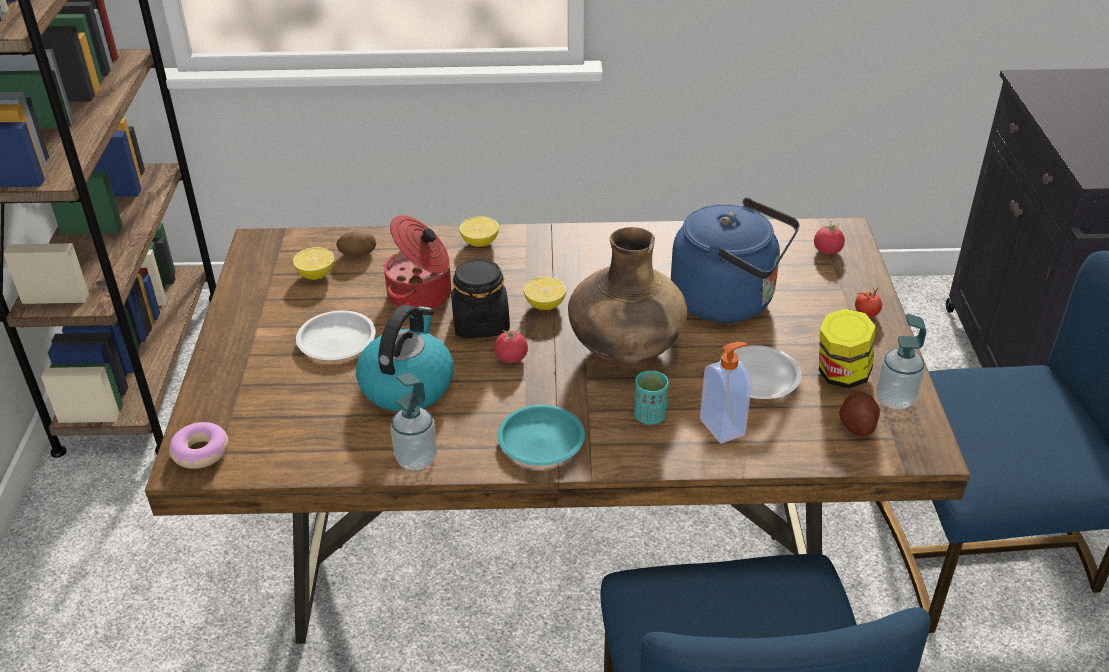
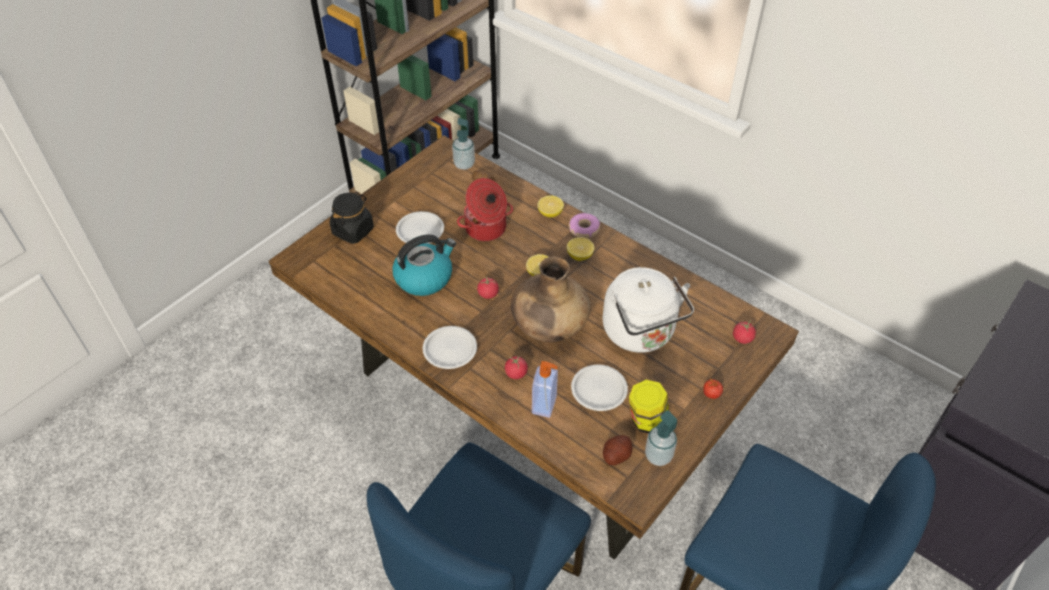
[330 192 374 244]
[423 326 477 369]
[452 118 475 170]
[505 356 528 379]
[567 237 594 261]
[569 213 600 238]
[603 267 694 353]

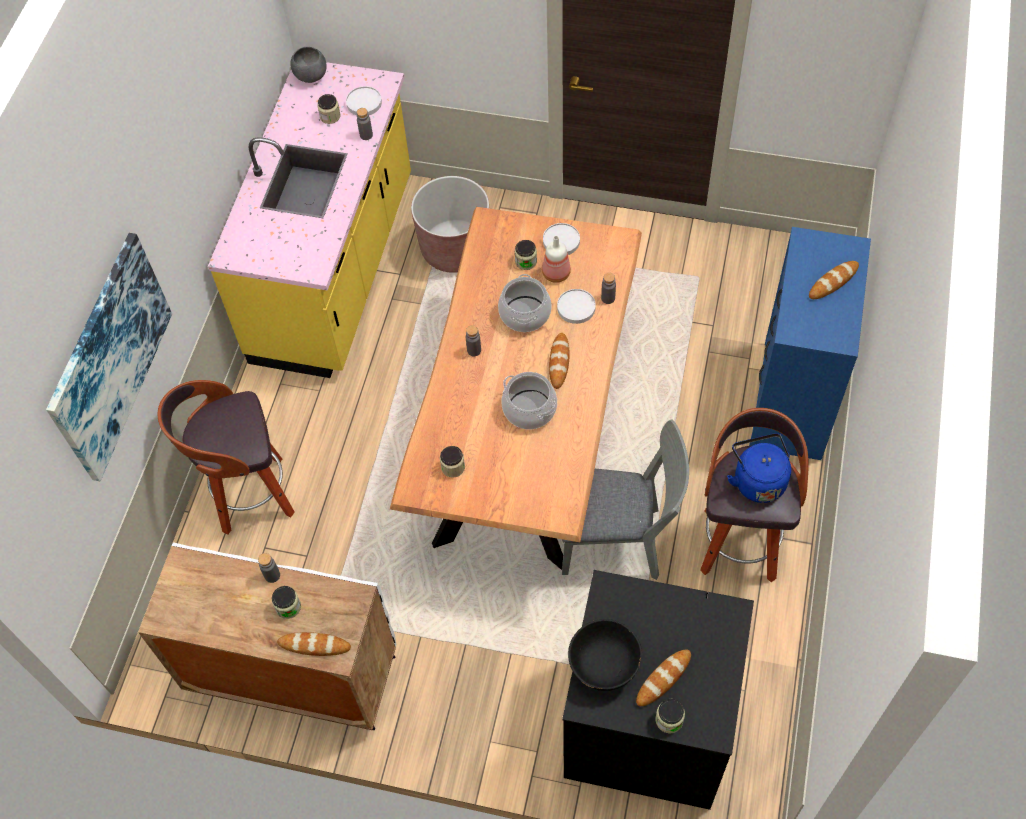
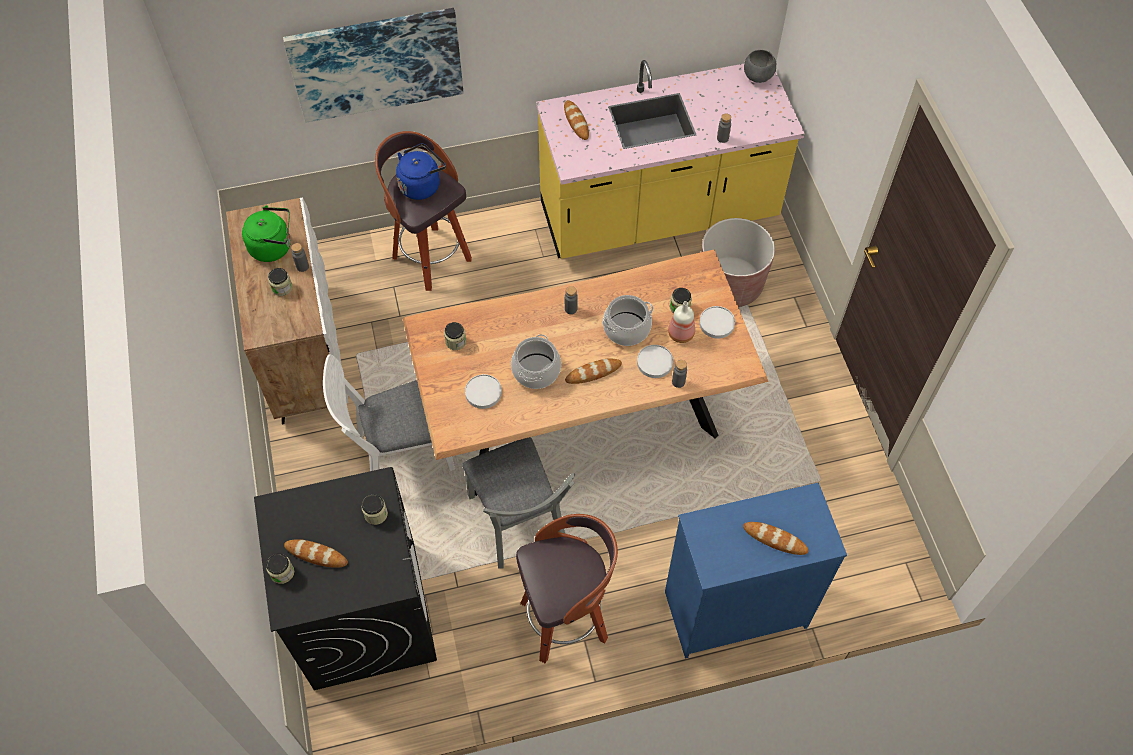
[242 205 291 262]
[323 354 455 471]
[362 494 388 525]
[396 143 446 200]
[465 374 502 409]
[564 100 589 140]
[568 619 642 691] (first image)

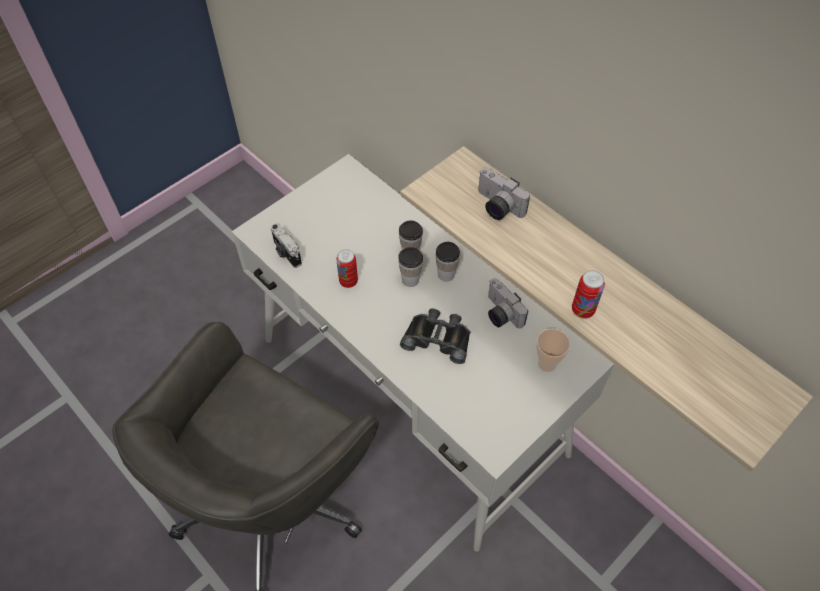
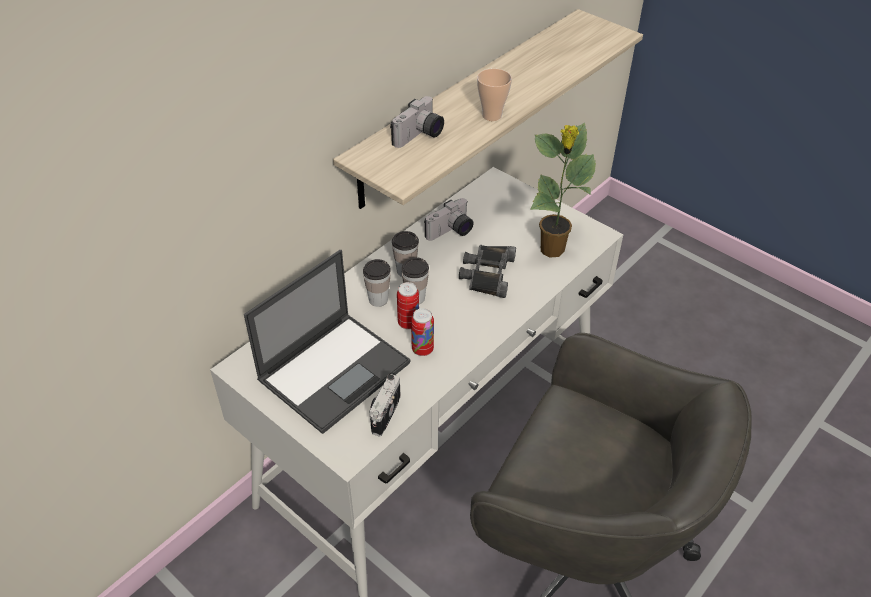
[244 250 410 434]
[369 374 401 436]
[397 282 419 329]
[477 68 512 121]
[530 123 596 258]

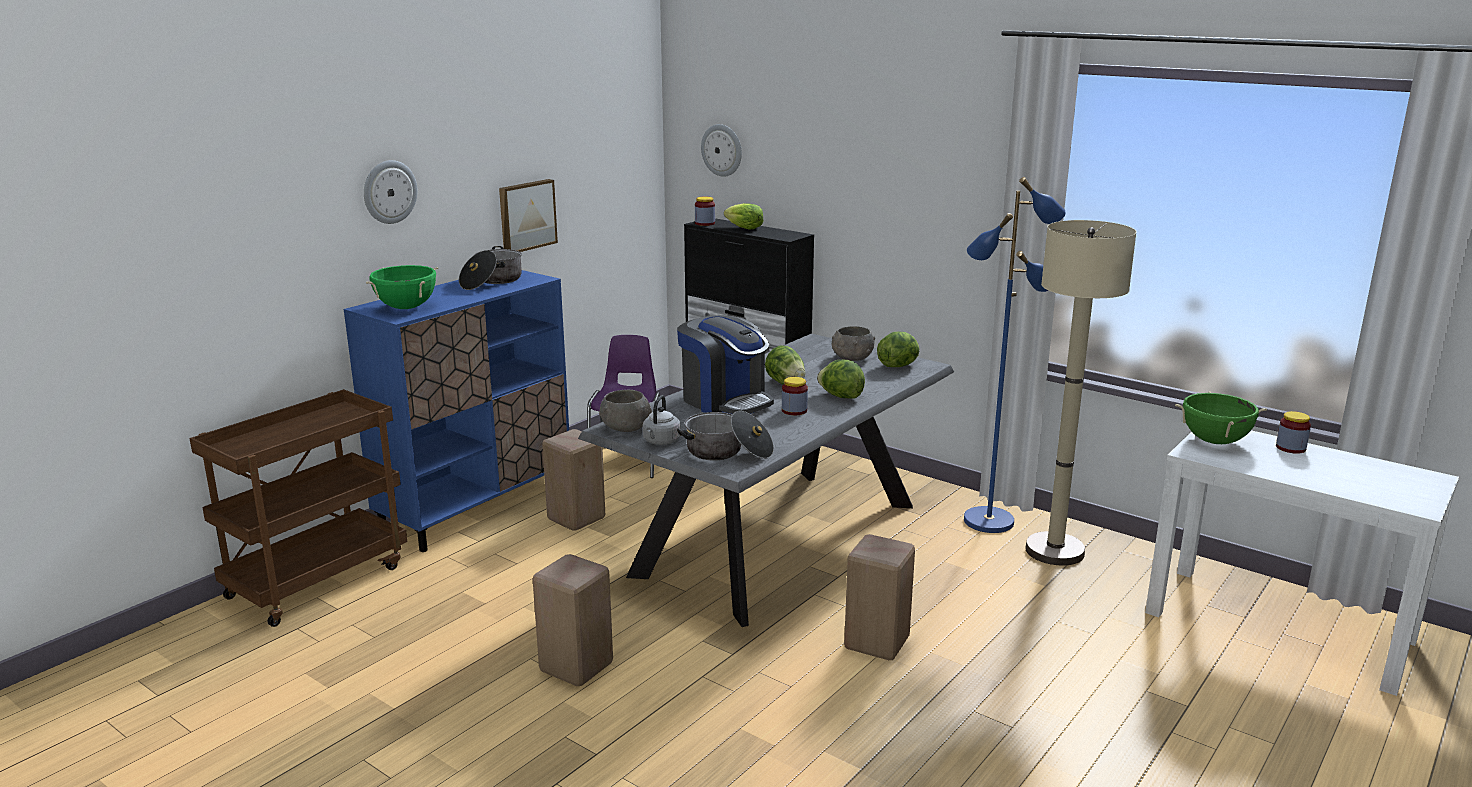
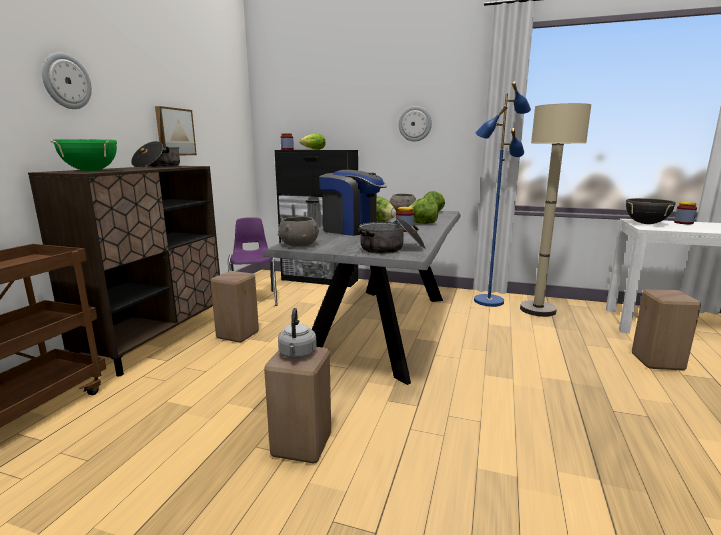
[28 166 220 377]
[278 308 317 359]
[399 106 432 142]
[626 198 676 224]
[632 289 701 371]

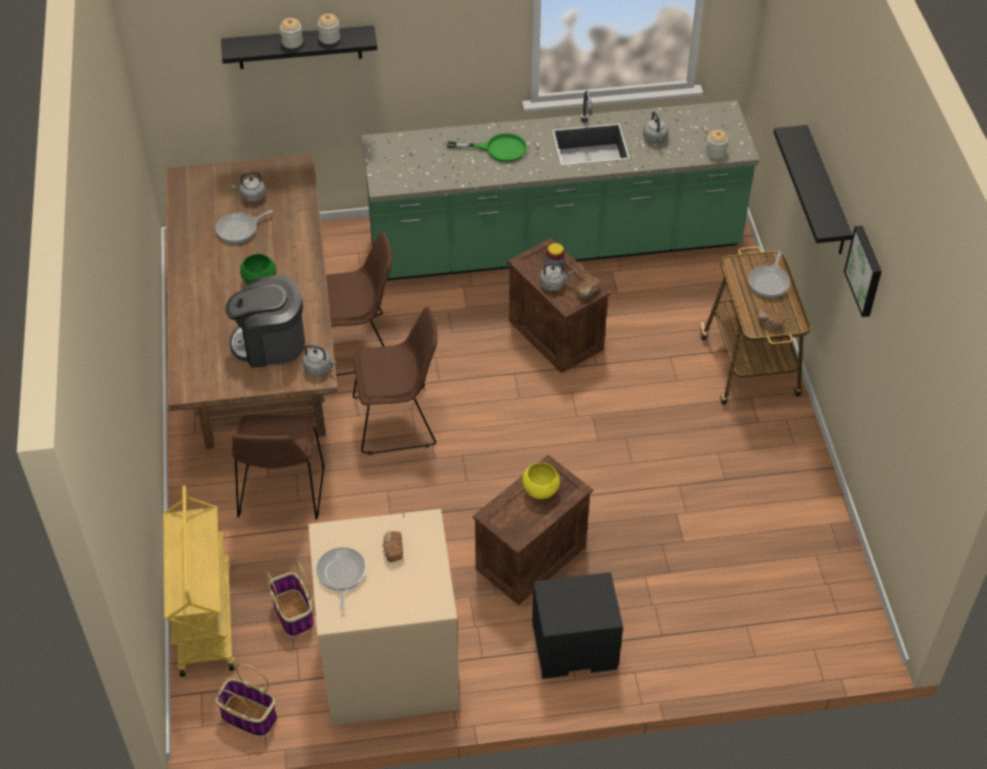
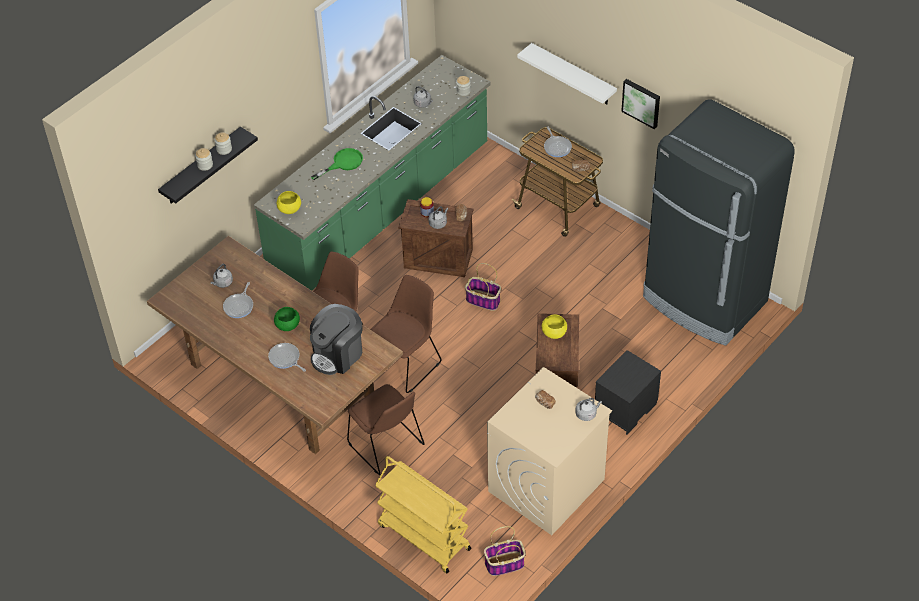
[268 343 306 372]
[277 191 301 214]
[465 263 501 311]
[517 43 617 104]
[576 398 602 421]
[643 99 795 346]

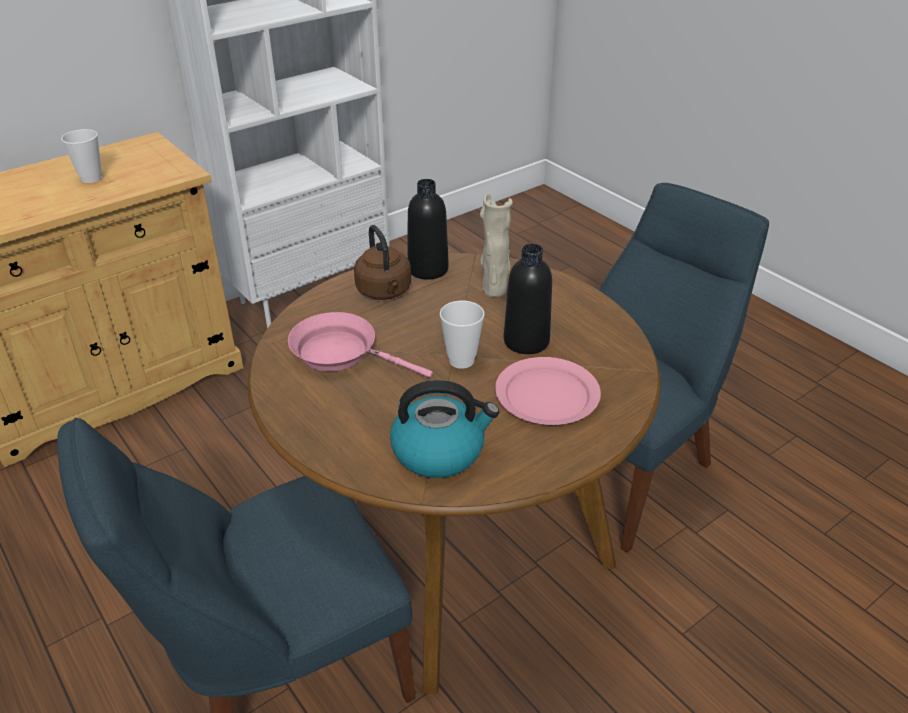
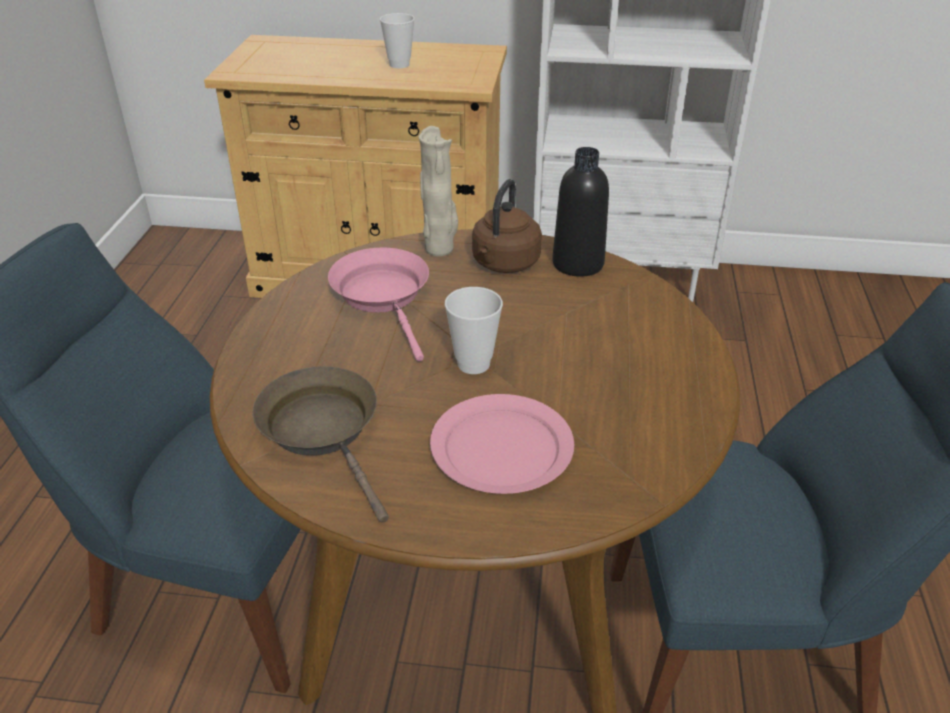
[252 366 389 523]
[419 126 458 256]
[504 244 552 354] (first image)

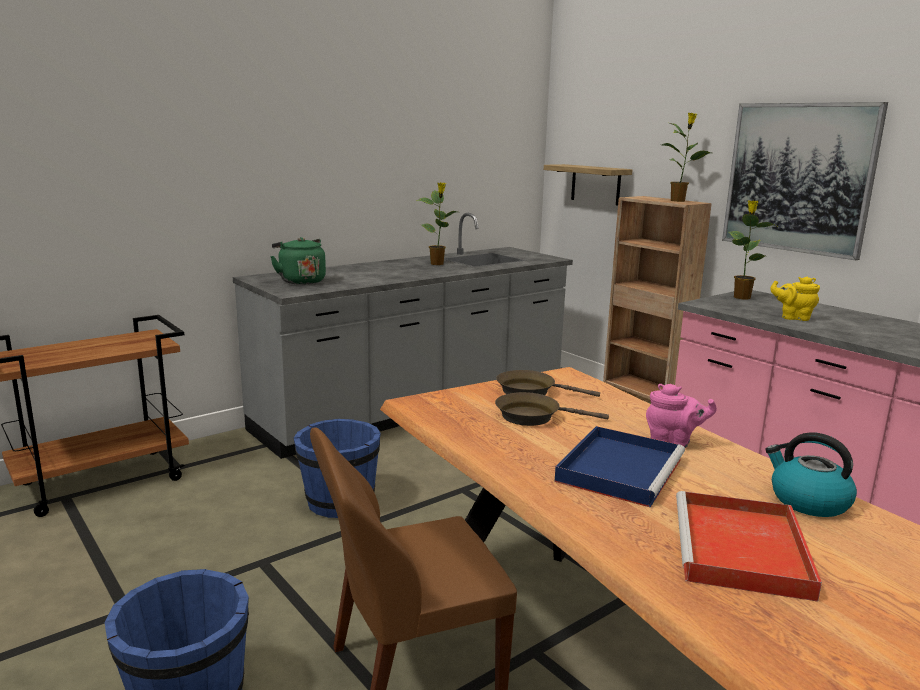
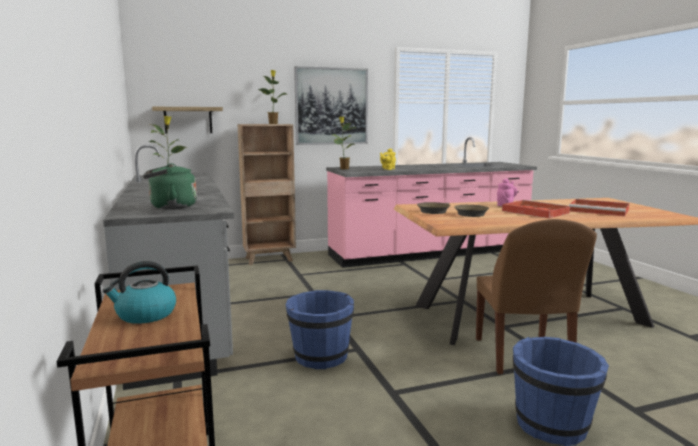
[102 261 176 324]
[502 200 571 218]

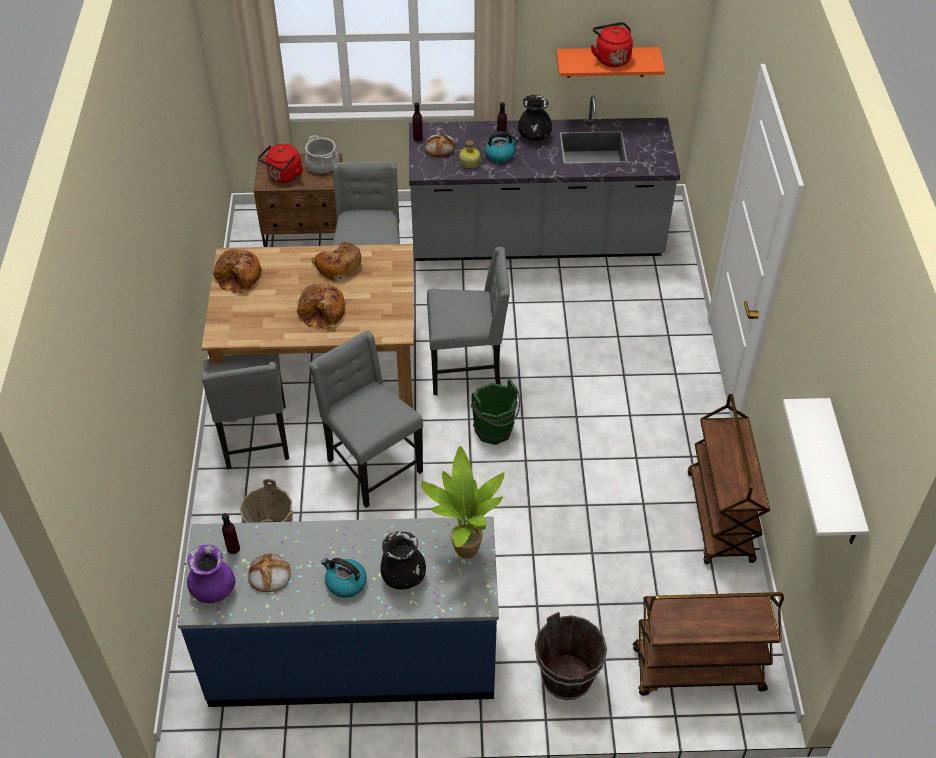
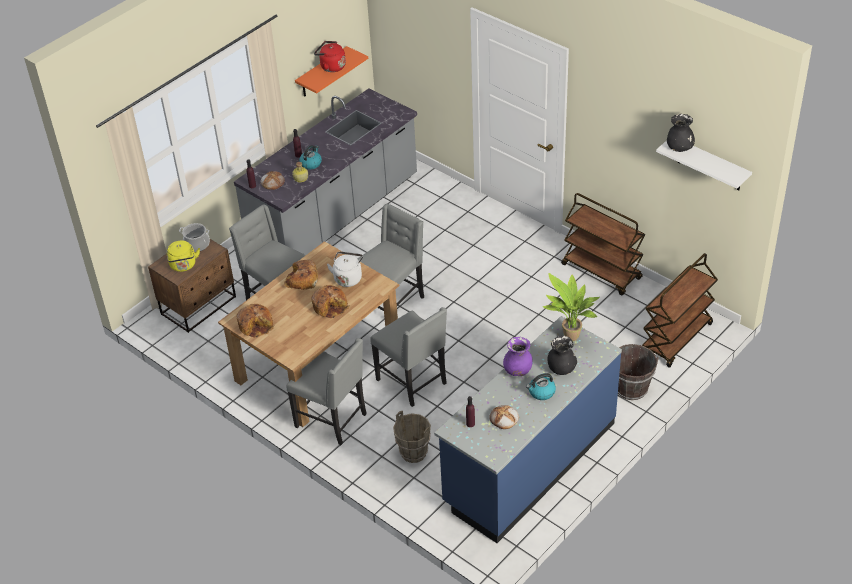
[167 240 200 272]
[327 251 363 287]
[370 307 447 407]
[503 337 533 376]
[667 114 695 152]
[471 378 520 445] (first image)

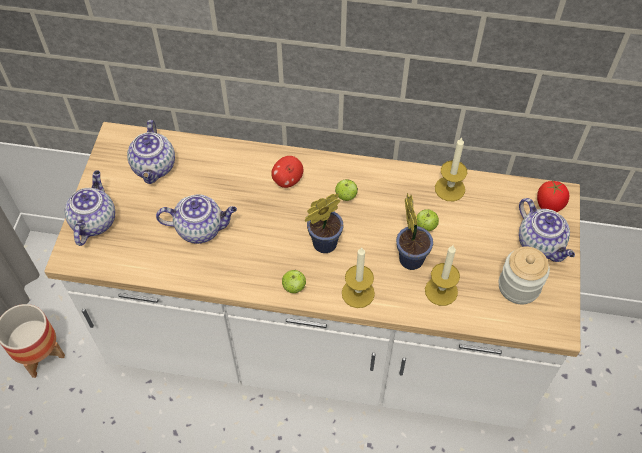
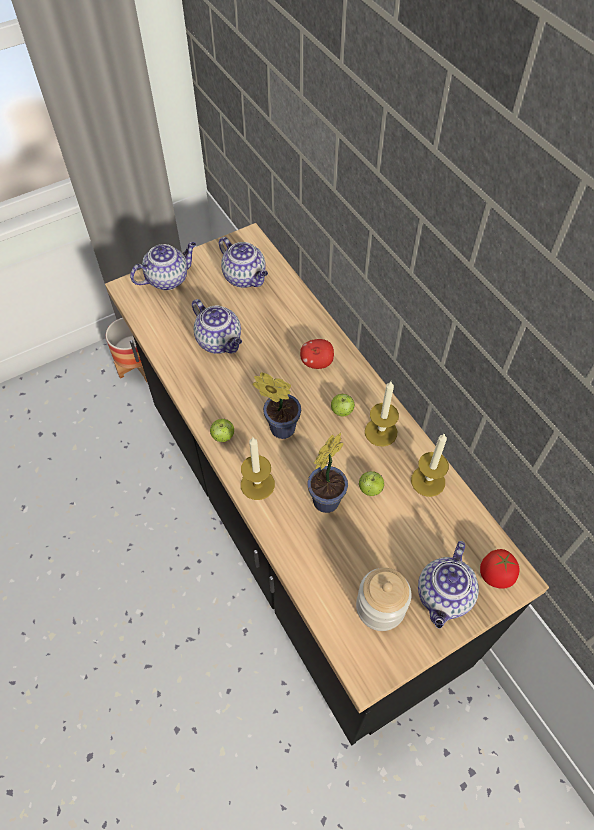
[105 223 549 745]
[219 237 268 288]
[365 381 399 447]

